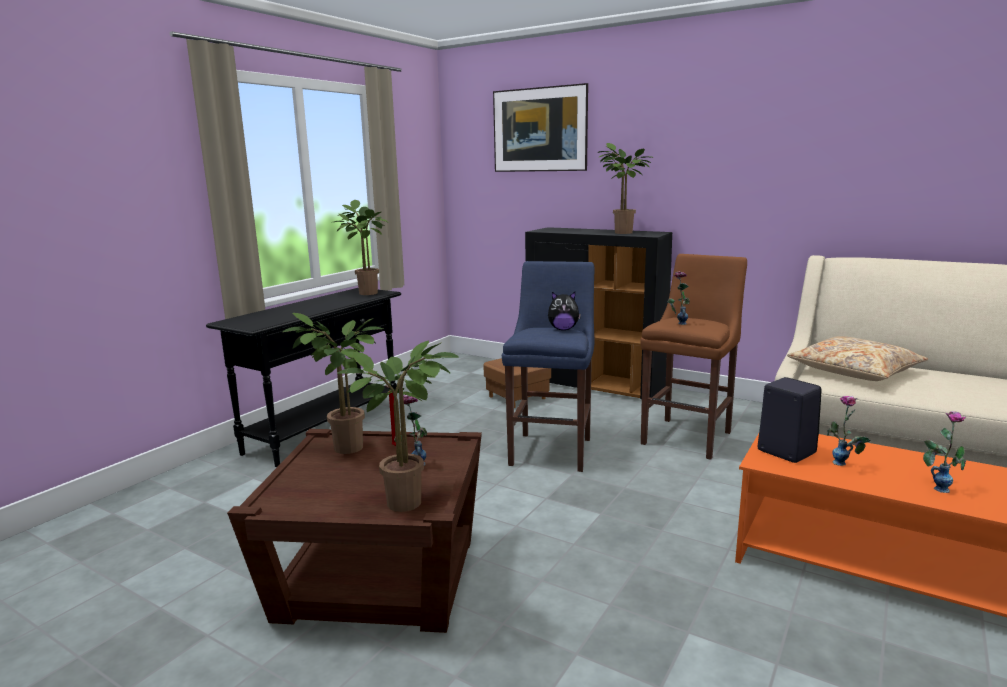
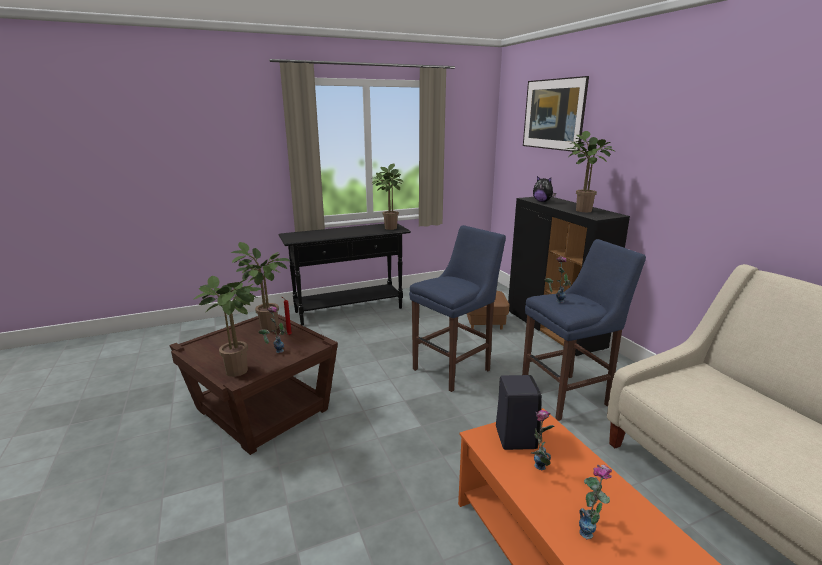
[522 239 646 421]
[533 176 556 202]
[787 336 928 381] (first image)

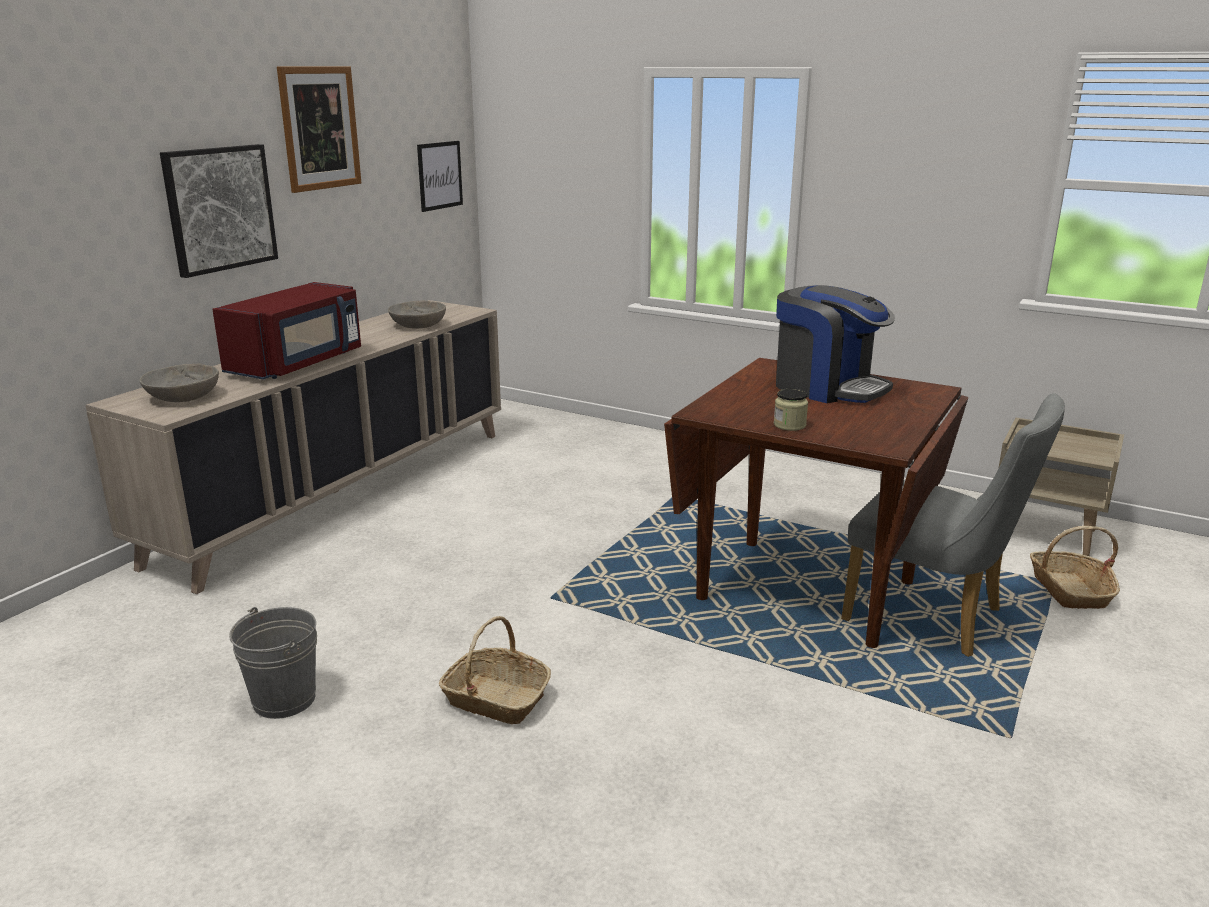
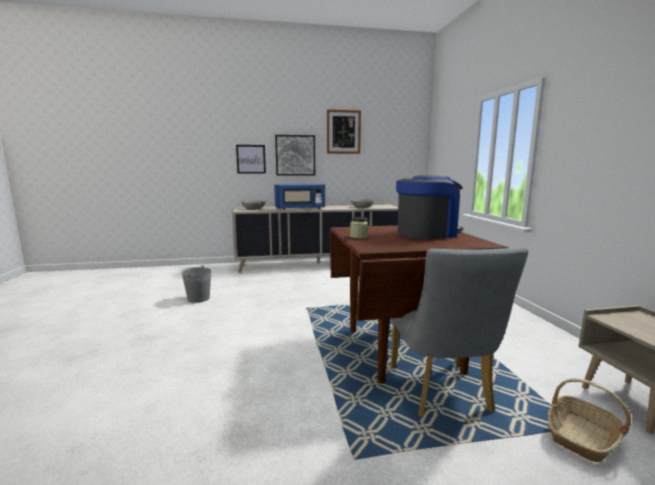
[236 145 266 174]
[274 184 325 210]
[396 175 463 240]
[439 616 551 724] (first image)

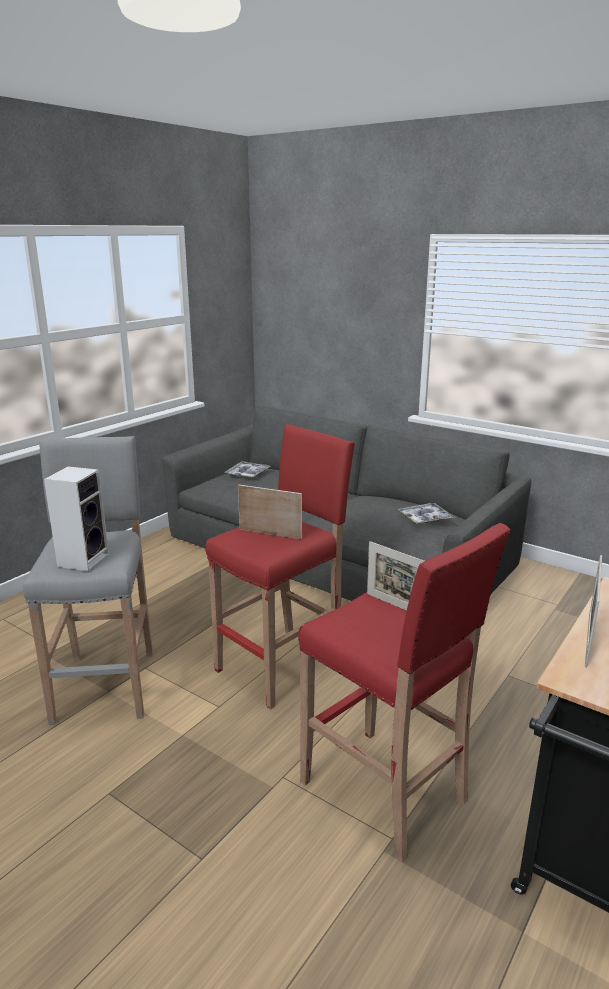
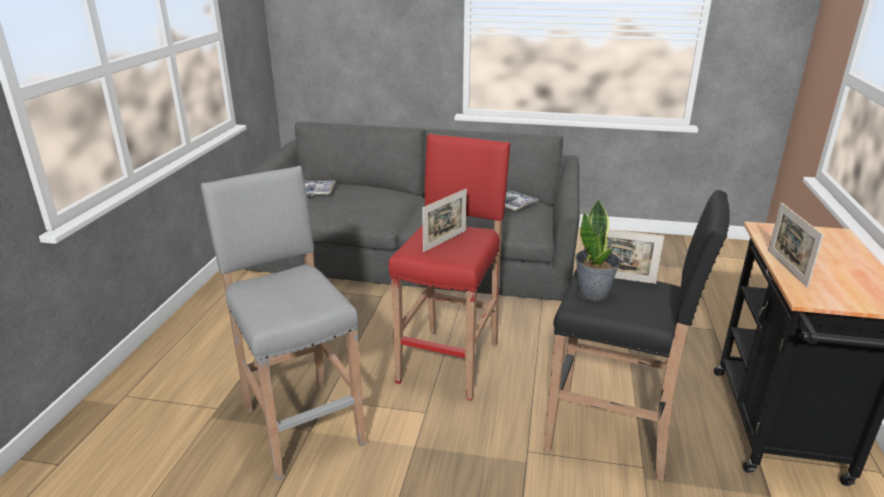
[422 189 467 252]
[544 190 730 481]
[575 198 620 301]
[44 466 109 571] (first image)

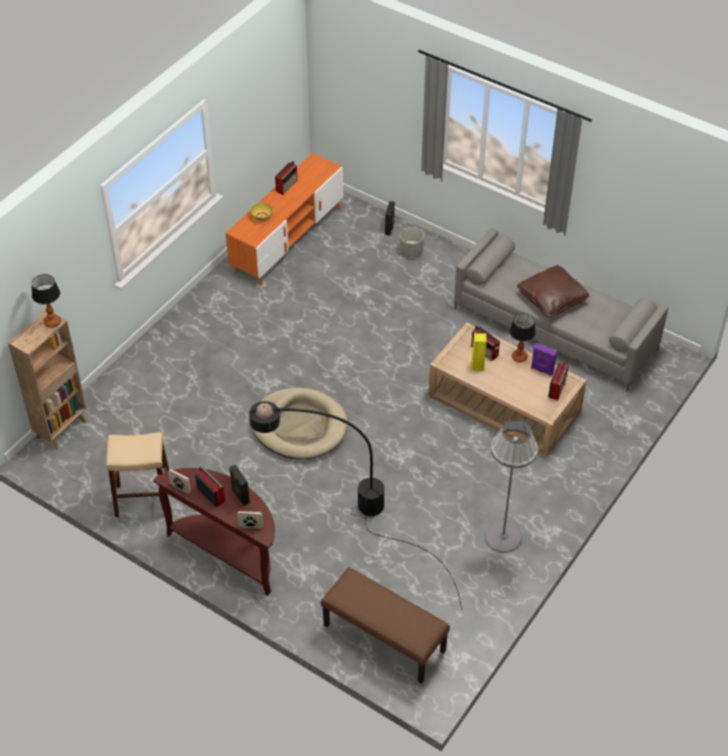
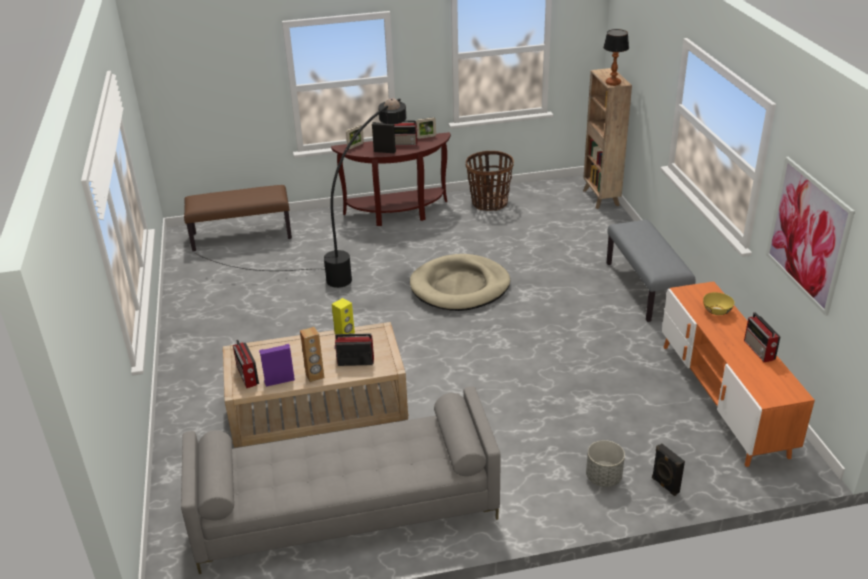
[300 327 324 382]
[466 151 514 211]
[607 220 696 322]
[766 157 855 316]
[485 419 538 553] (first image)
[517 265 590 317] (first image)

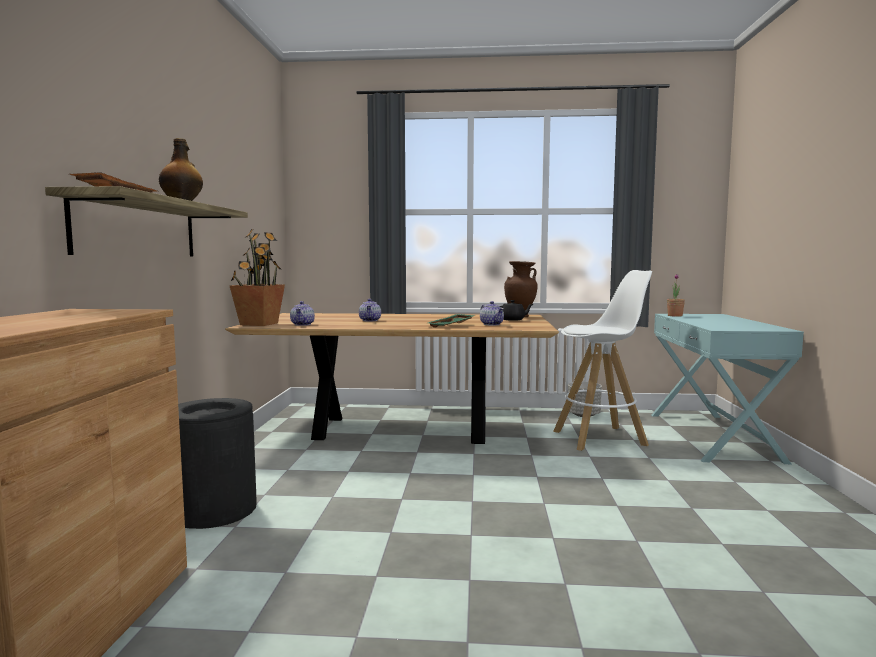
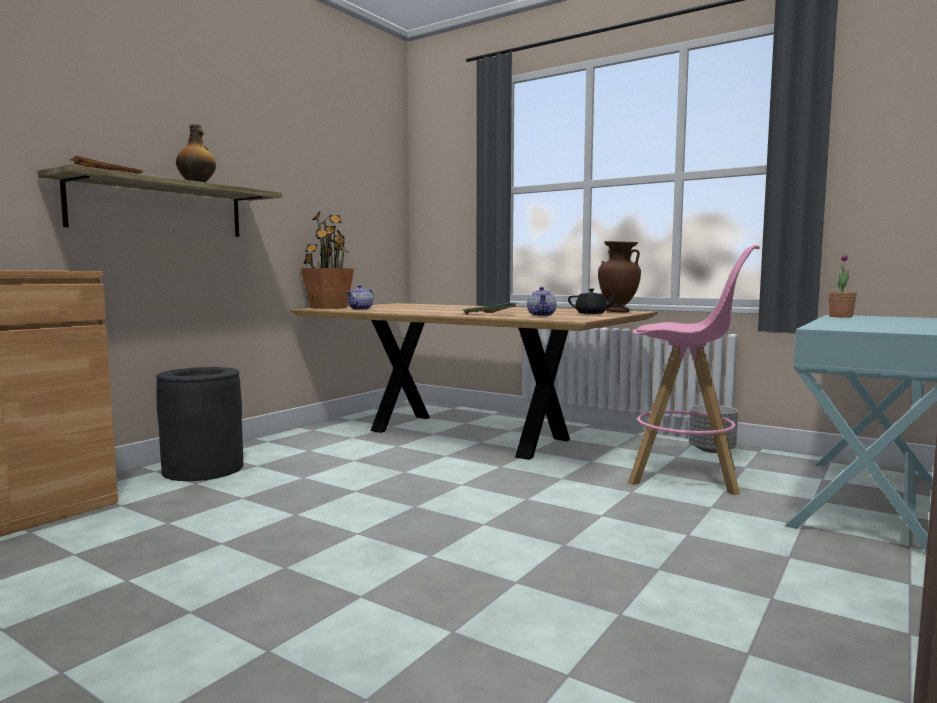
[628 245 760 495]
[359 299 381 321] (first image)

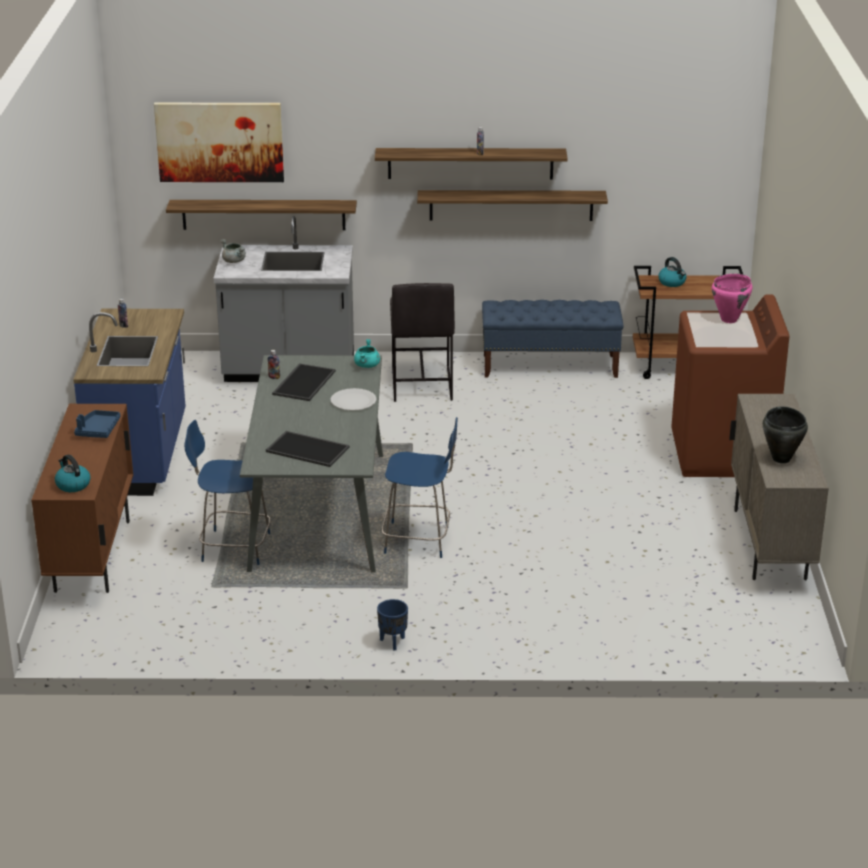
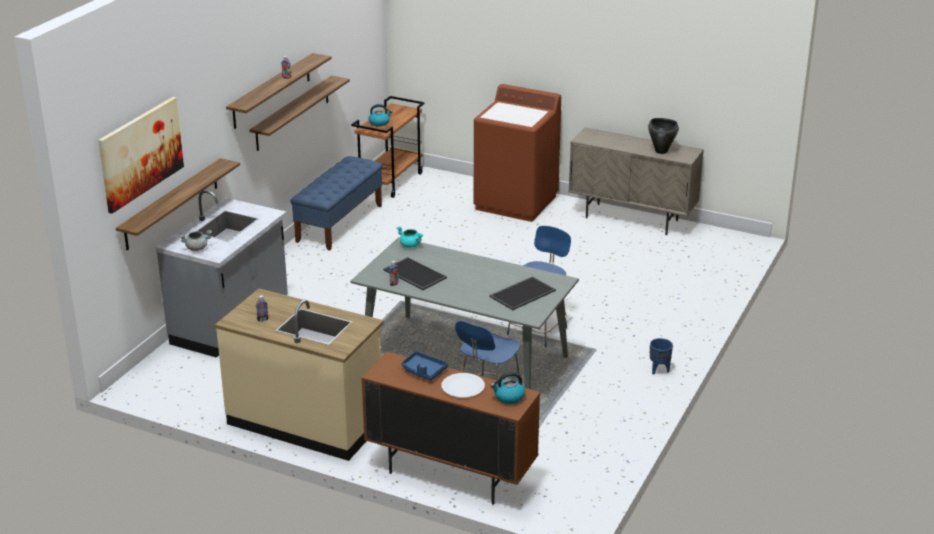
[215 288 384 461]
[442 373 485 398]
[390 283 455 402] (first image)
[712 274 752 323] (first image)

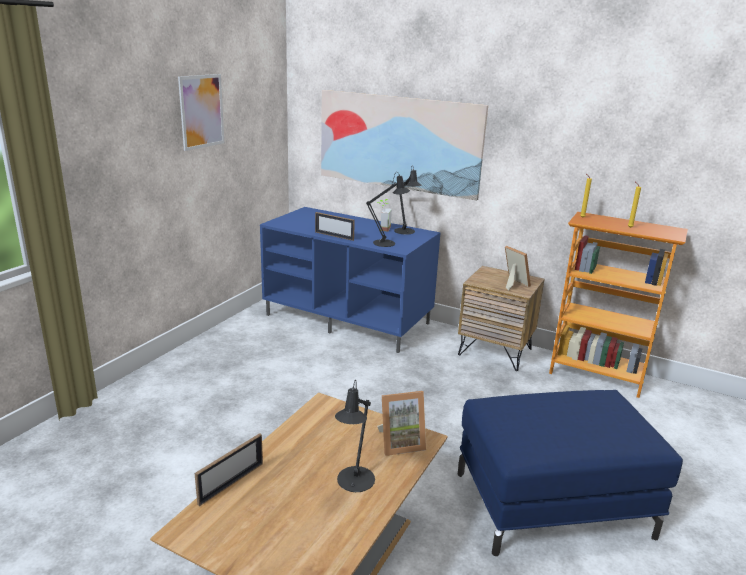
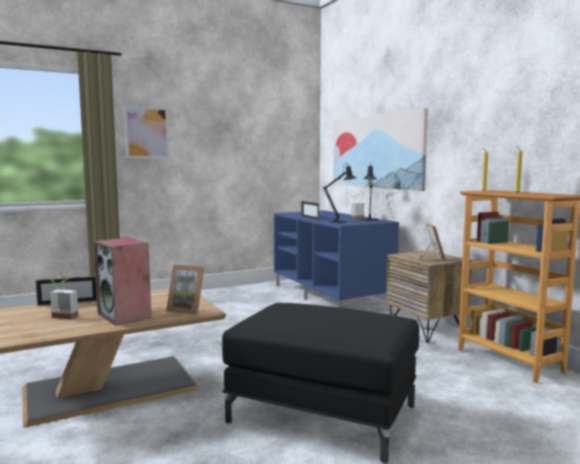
[49 276 79 319]
[94 237 151 326]
[124 106 169 158]
[222 303 419 463]

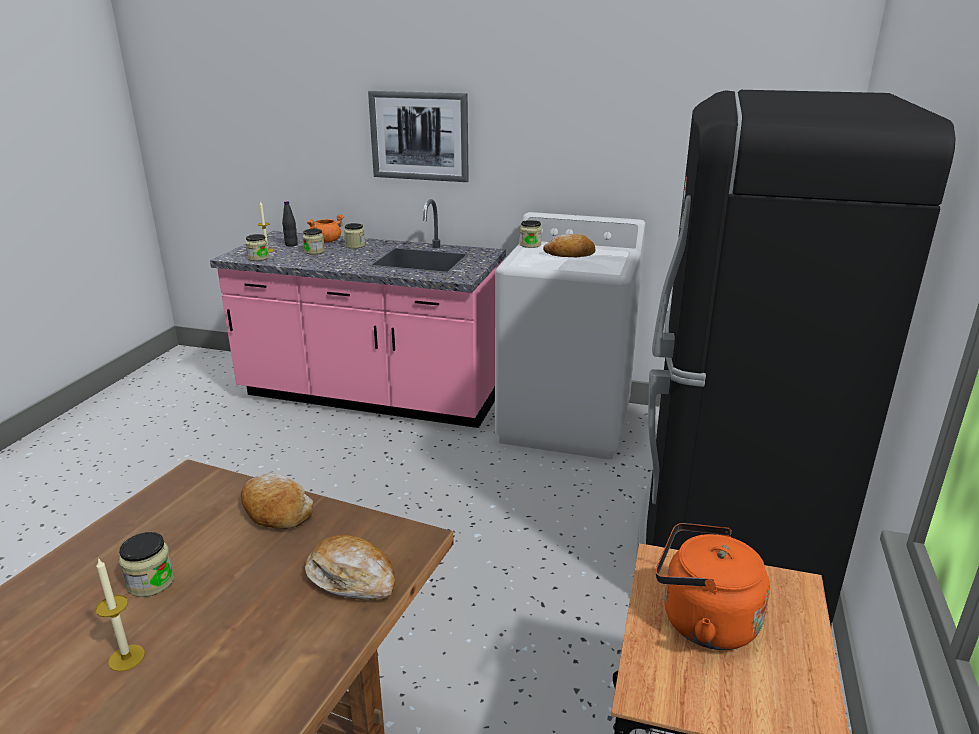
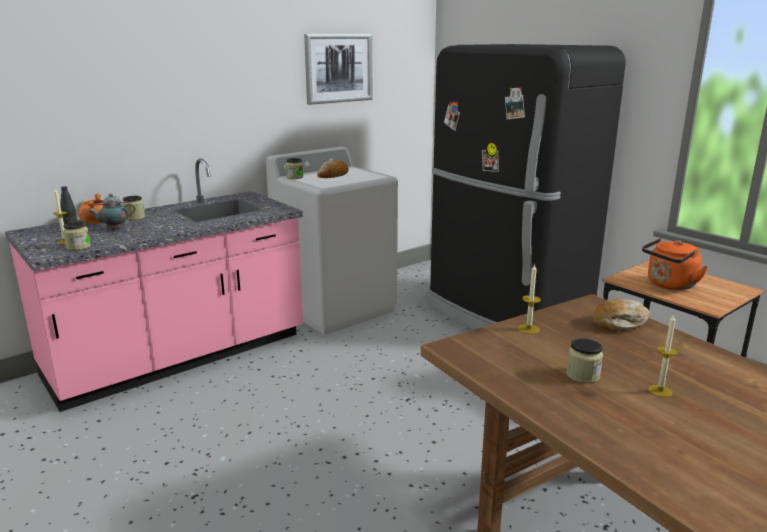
[88 193 136 230]
[304 34 372 105]
[518 263 541 334]

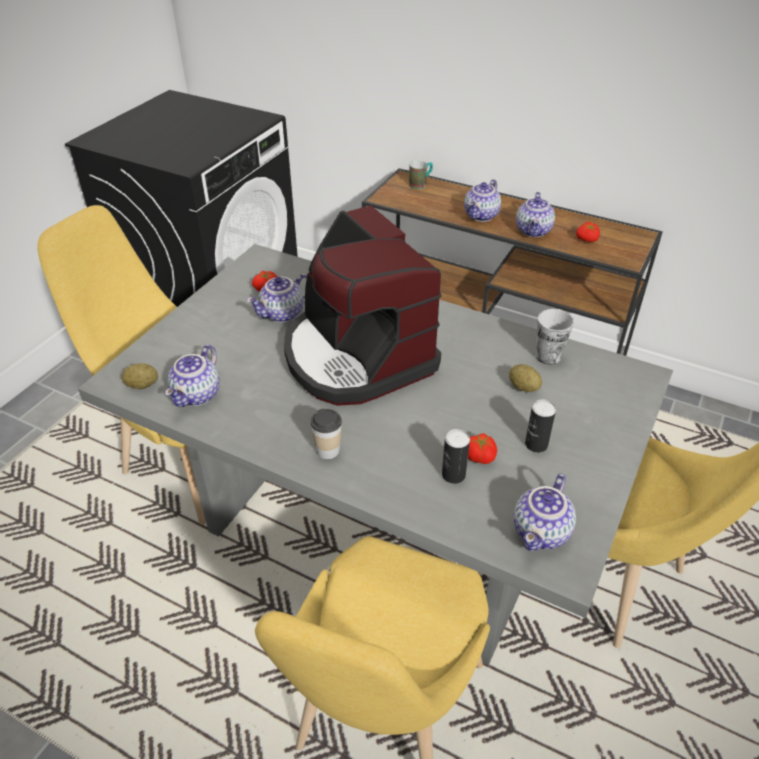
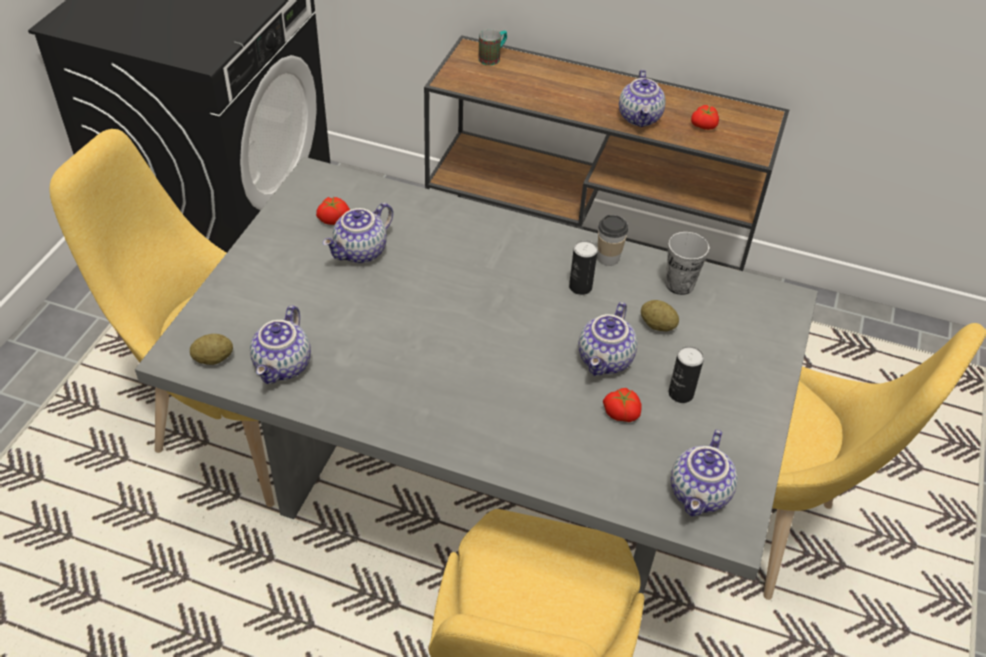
[569 240 598 295]
[578 302 638 376]
[598 215 628 266]
[284 205 442 406] (first image)

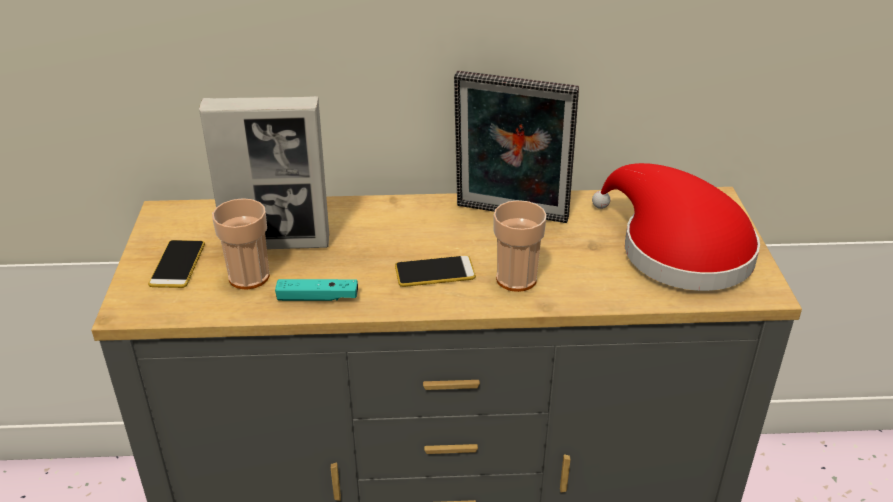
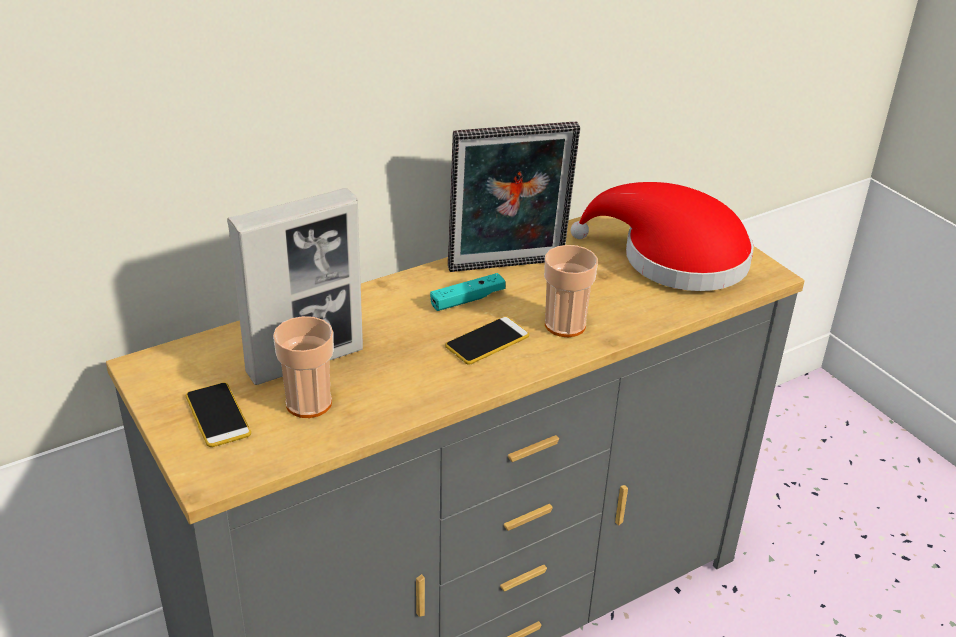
[430 273 506 311]

